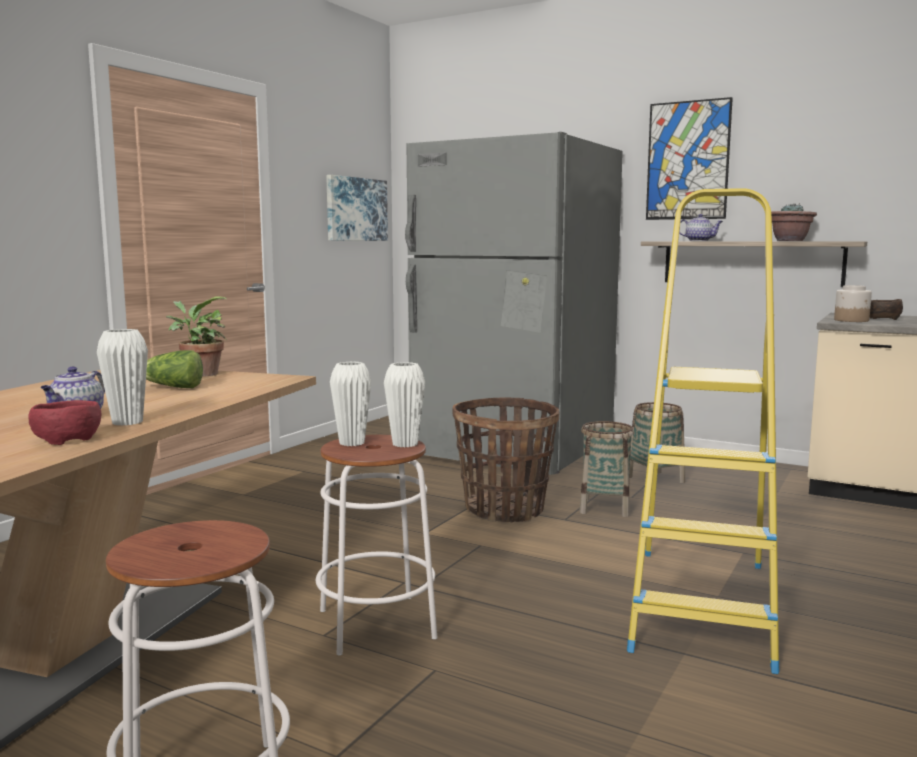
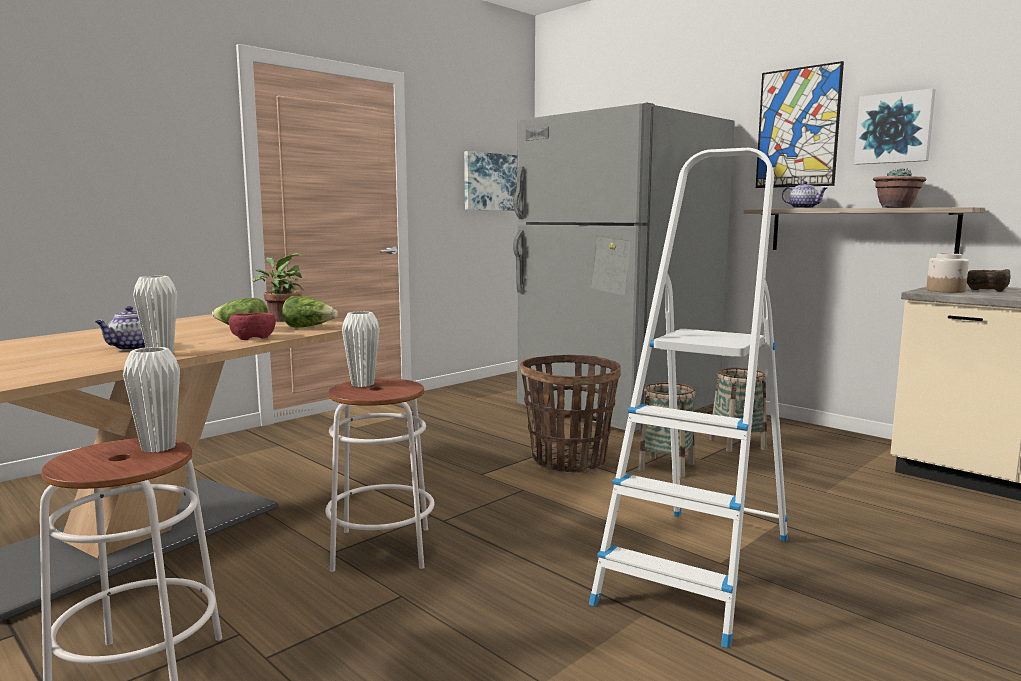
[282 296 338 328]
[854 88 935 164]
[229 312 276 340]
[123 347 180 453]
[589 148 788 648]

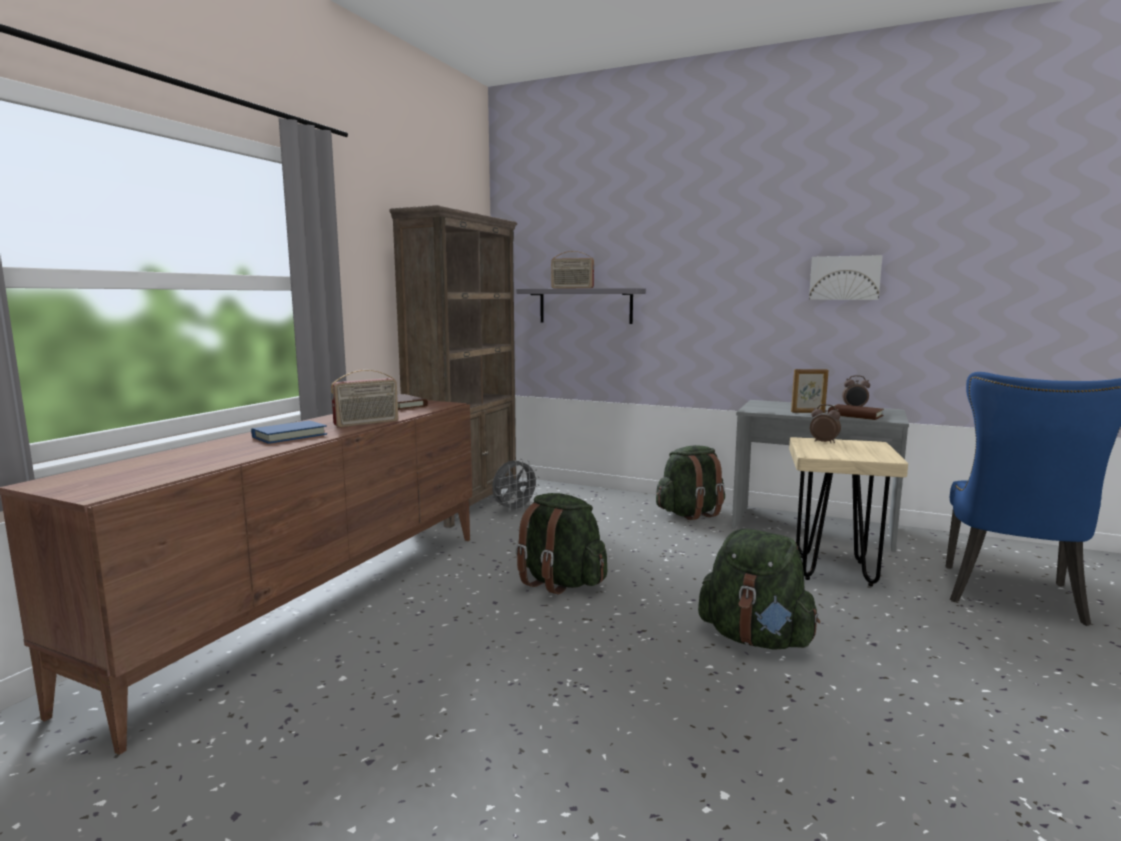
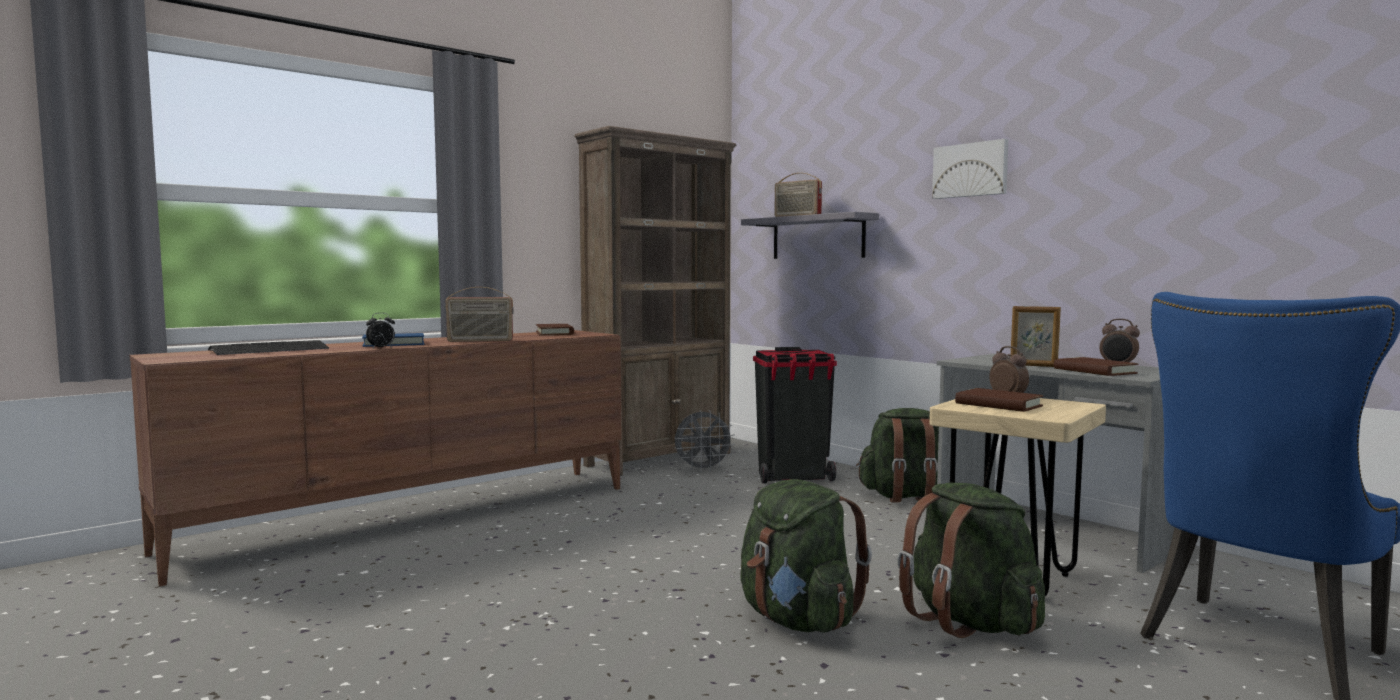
[208 340 329 355]
[366 313 395 348]
[753 347 837 484]
[955 388 1043 412]
[897 483 1045 638]
[932 139 1008 199]

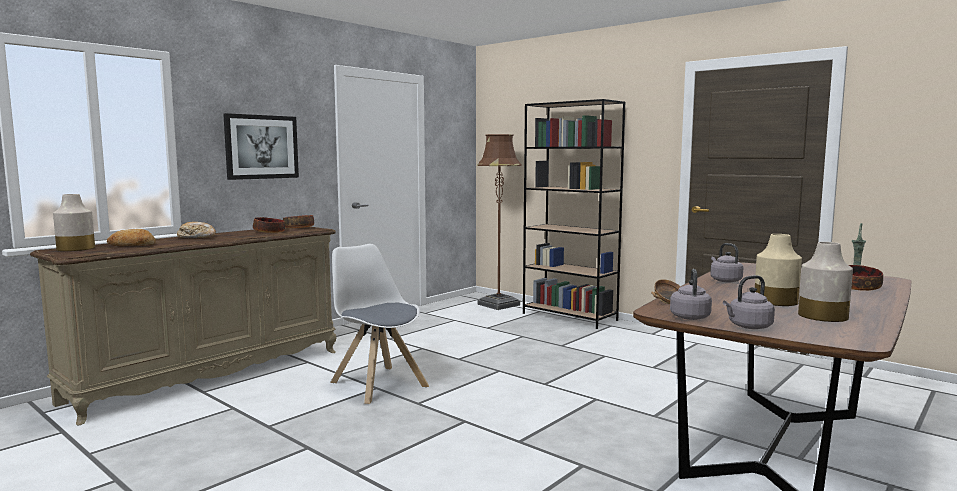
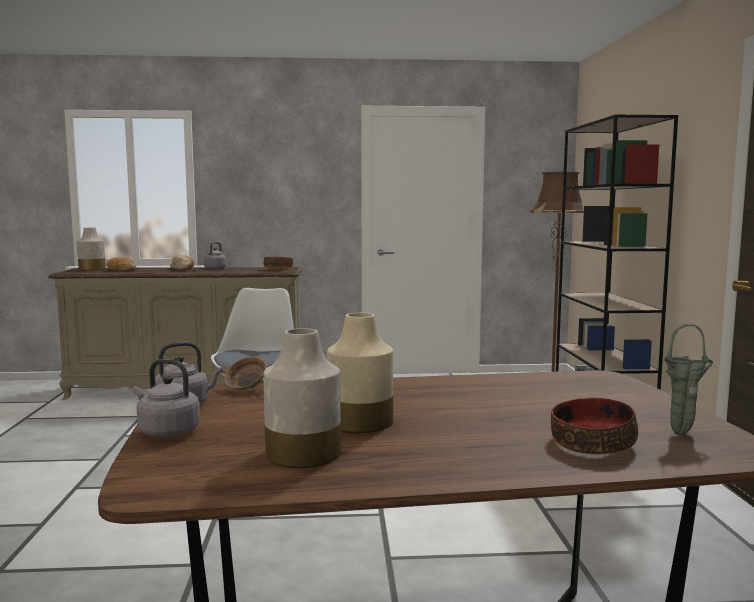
[223 113 299 180] (first image)
[253 217 285 233] (first image)
[204 242 228 269]

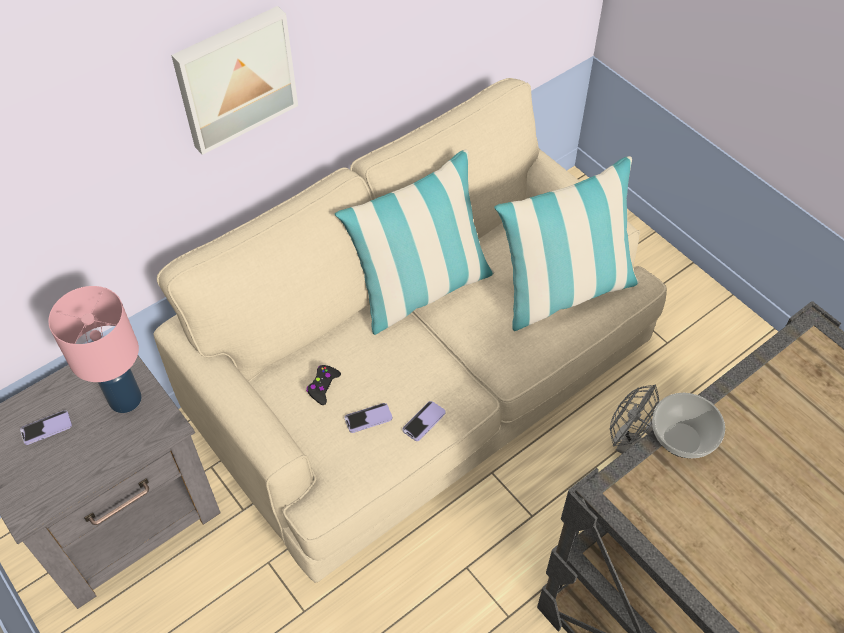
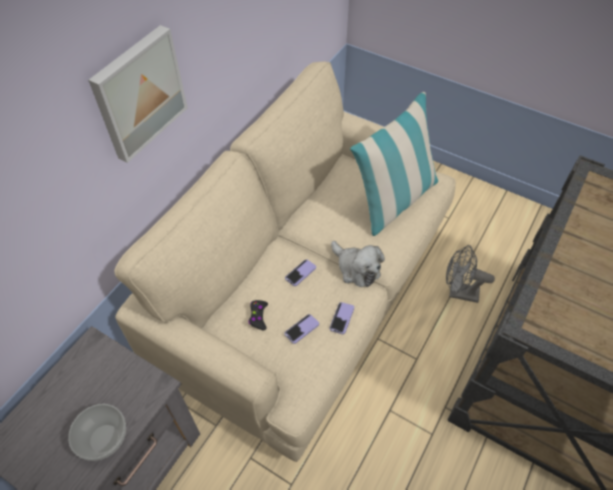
[48 286 142 413] (first image)
[335 150 494 335] (first image)
[331 241 385 287]
[285 259 316 286]
[68 404 126 461]

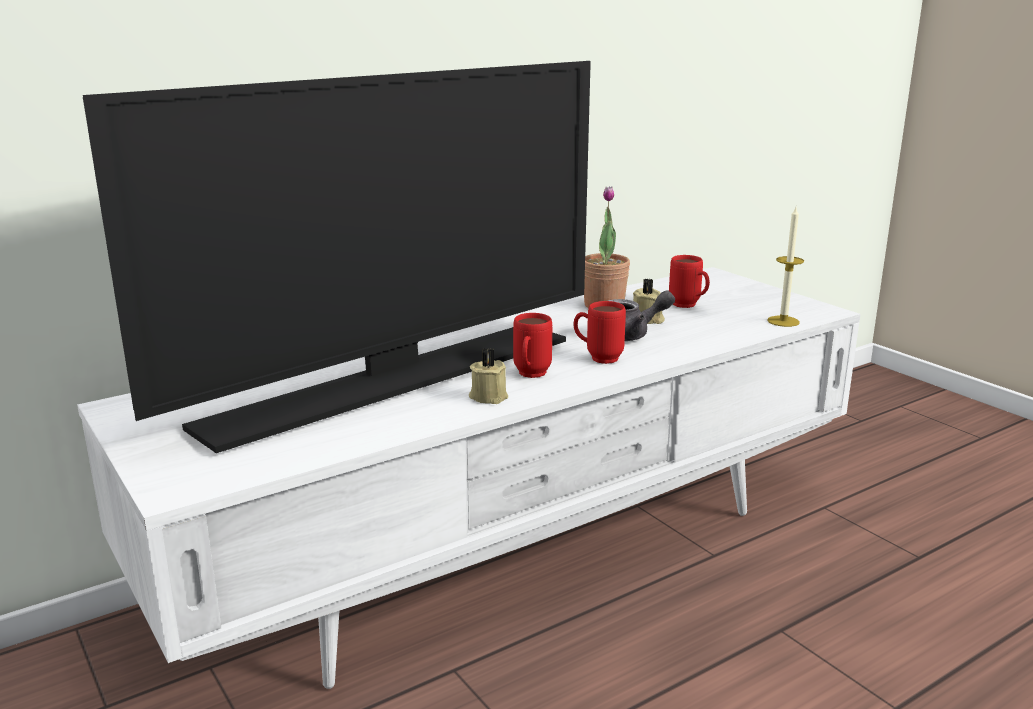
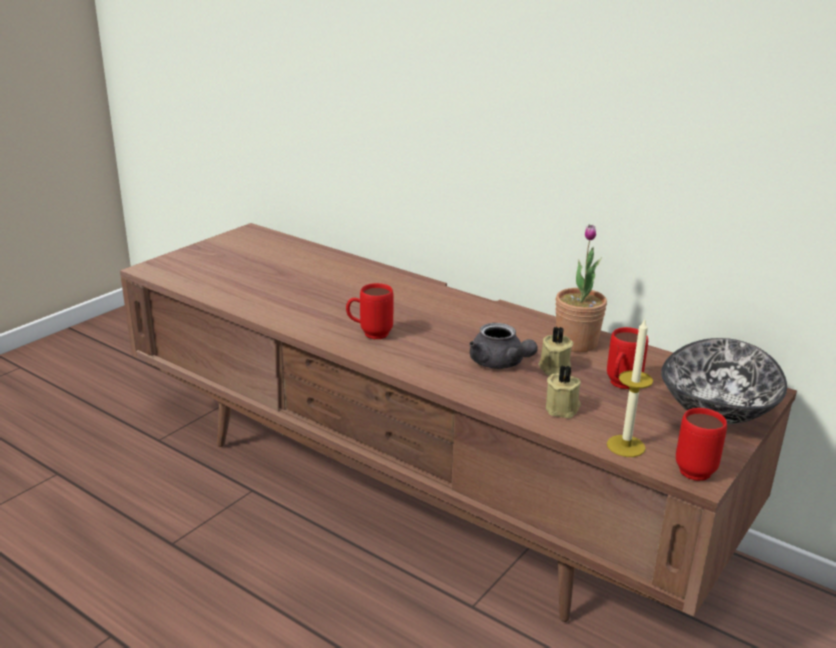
[83 61 591 453] (first image)
[661 338 787 424]
[546 365 581 418]
[676 408 727 481]
[120 223 797 622]

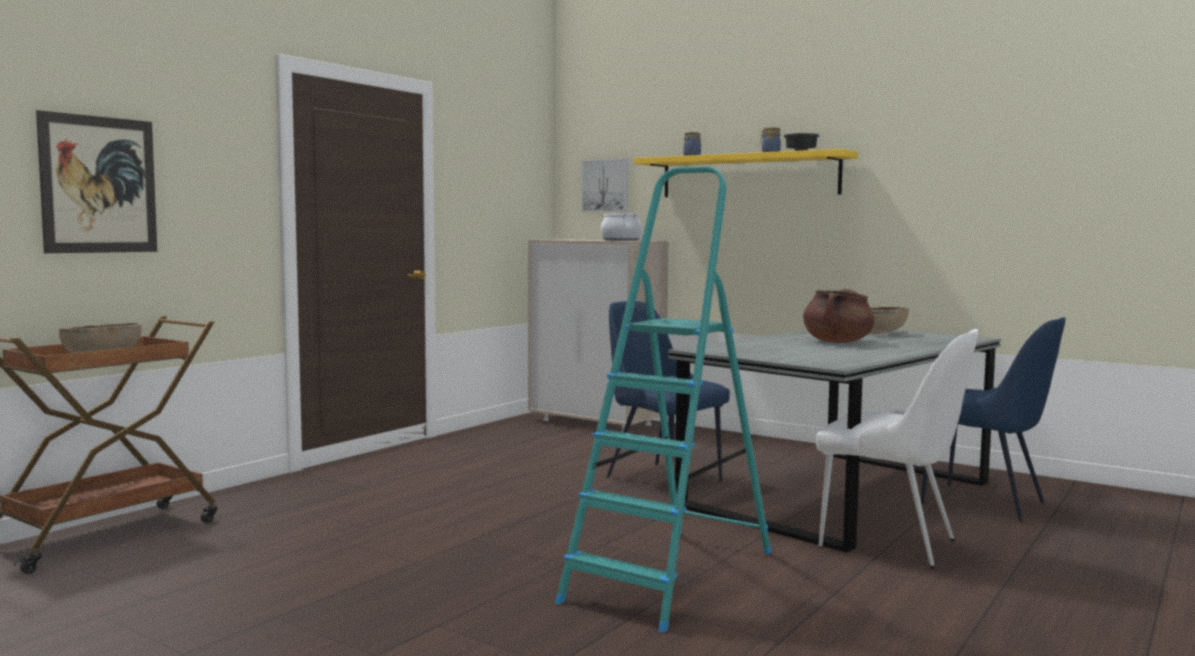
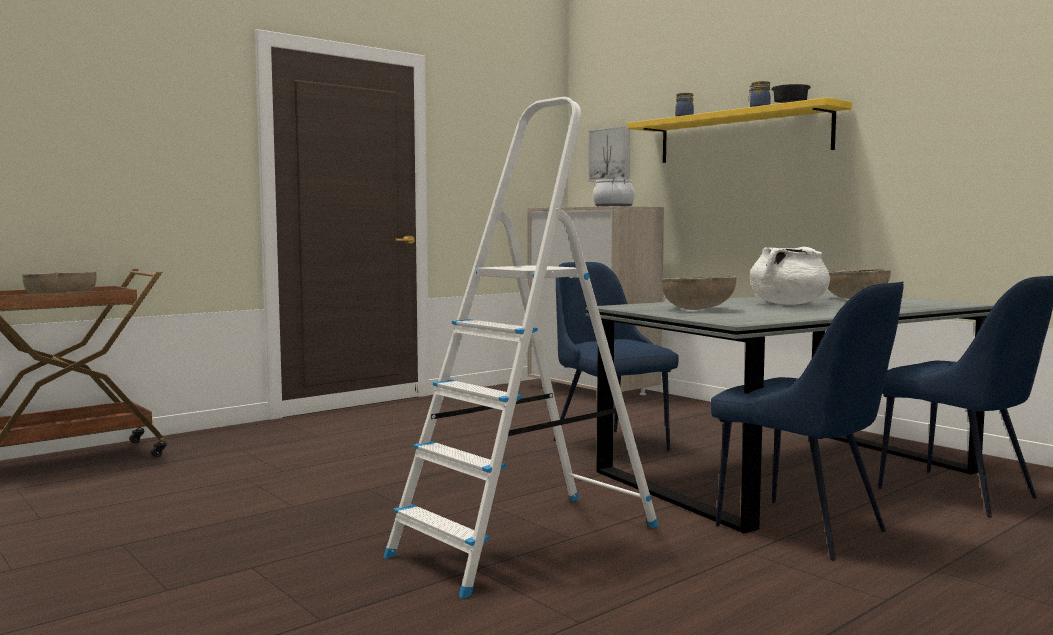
[36 110 157 253] (first image)
[662 276 737 310]
[383 97 659 599]
[750 247 830 305]
[711 282 904 561]

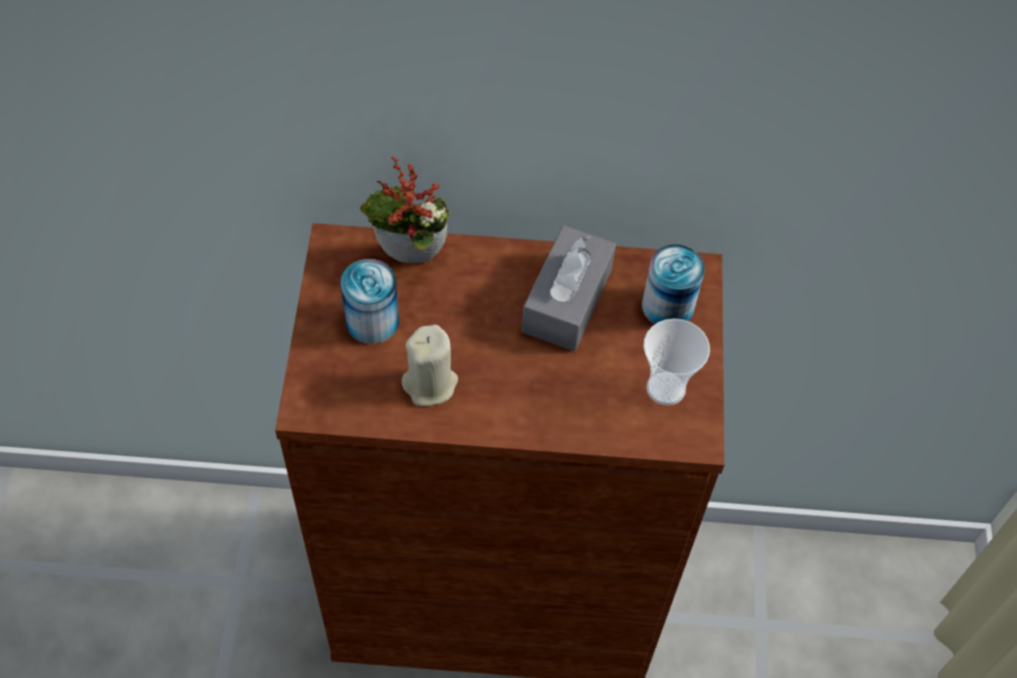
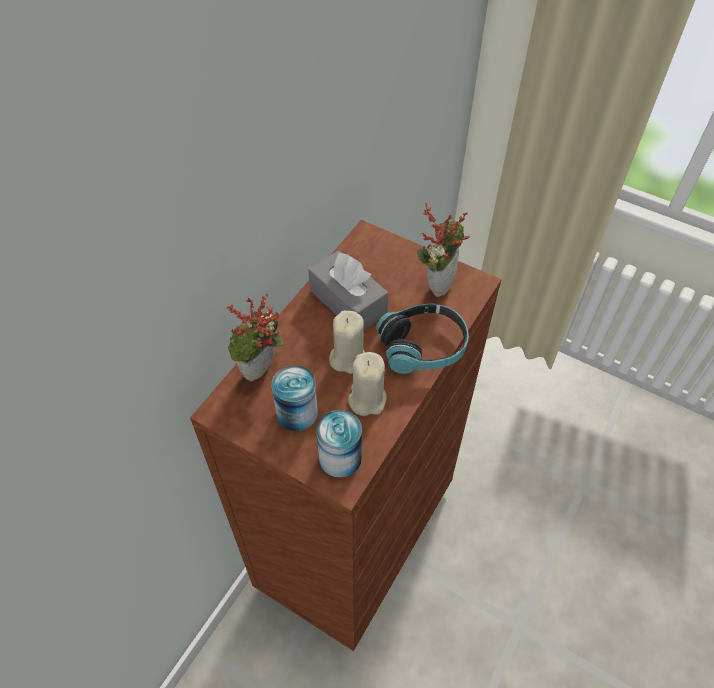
[329 311 366 374]
[376 303 469 374]
[316 410 362 478]
[417 203 470 297]

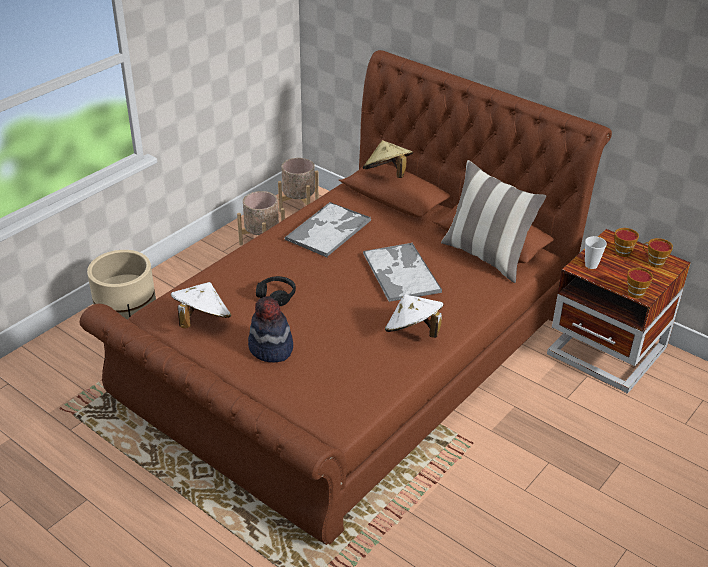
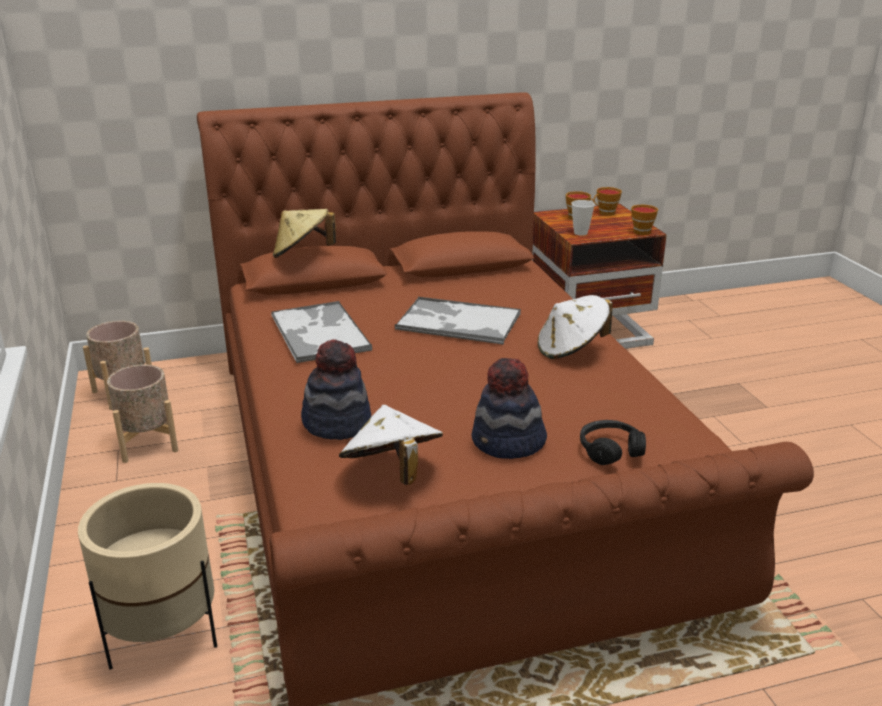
[441 160 546 283] (first image)
[301 339 371 440]
[580 420 646 465]

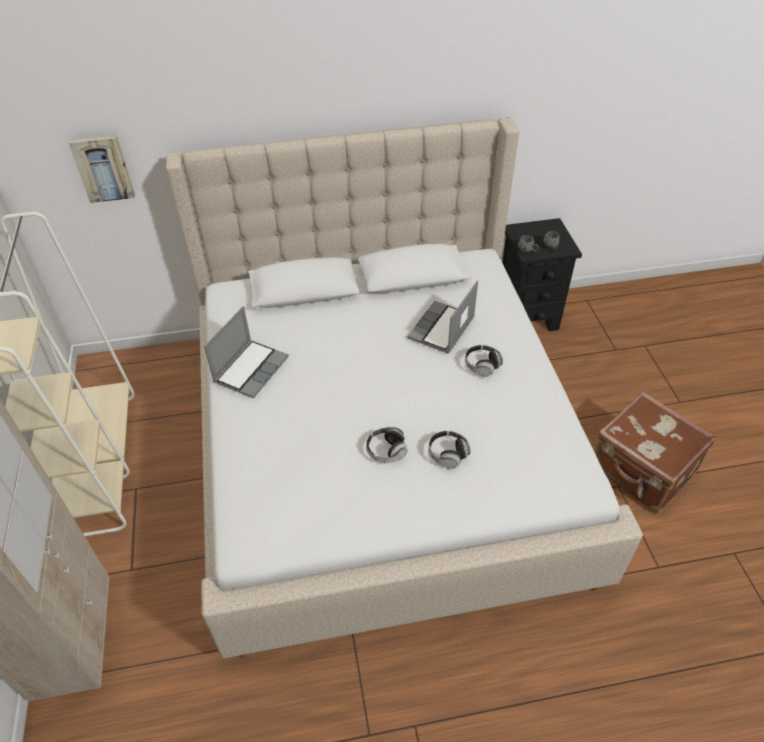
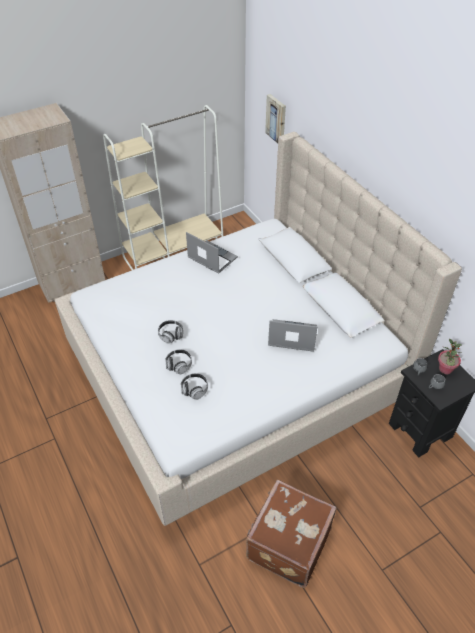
[438 339 462 374]
[181 373 208 400]
[186 232 238 274]

